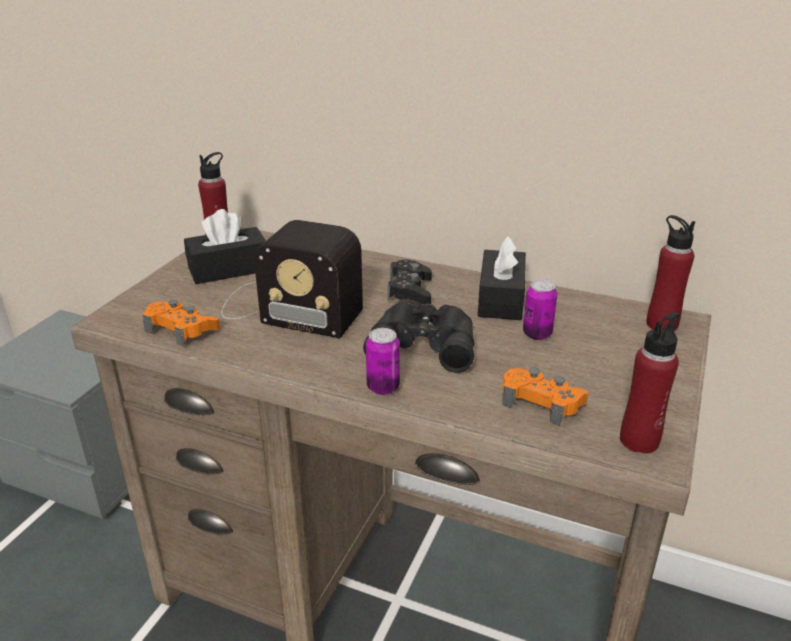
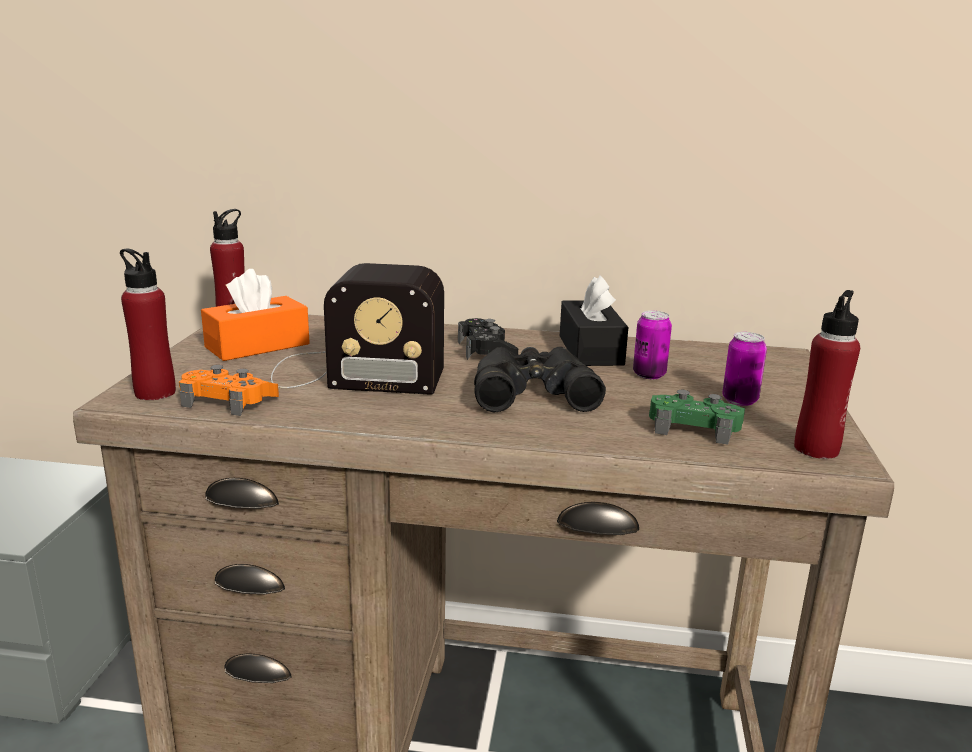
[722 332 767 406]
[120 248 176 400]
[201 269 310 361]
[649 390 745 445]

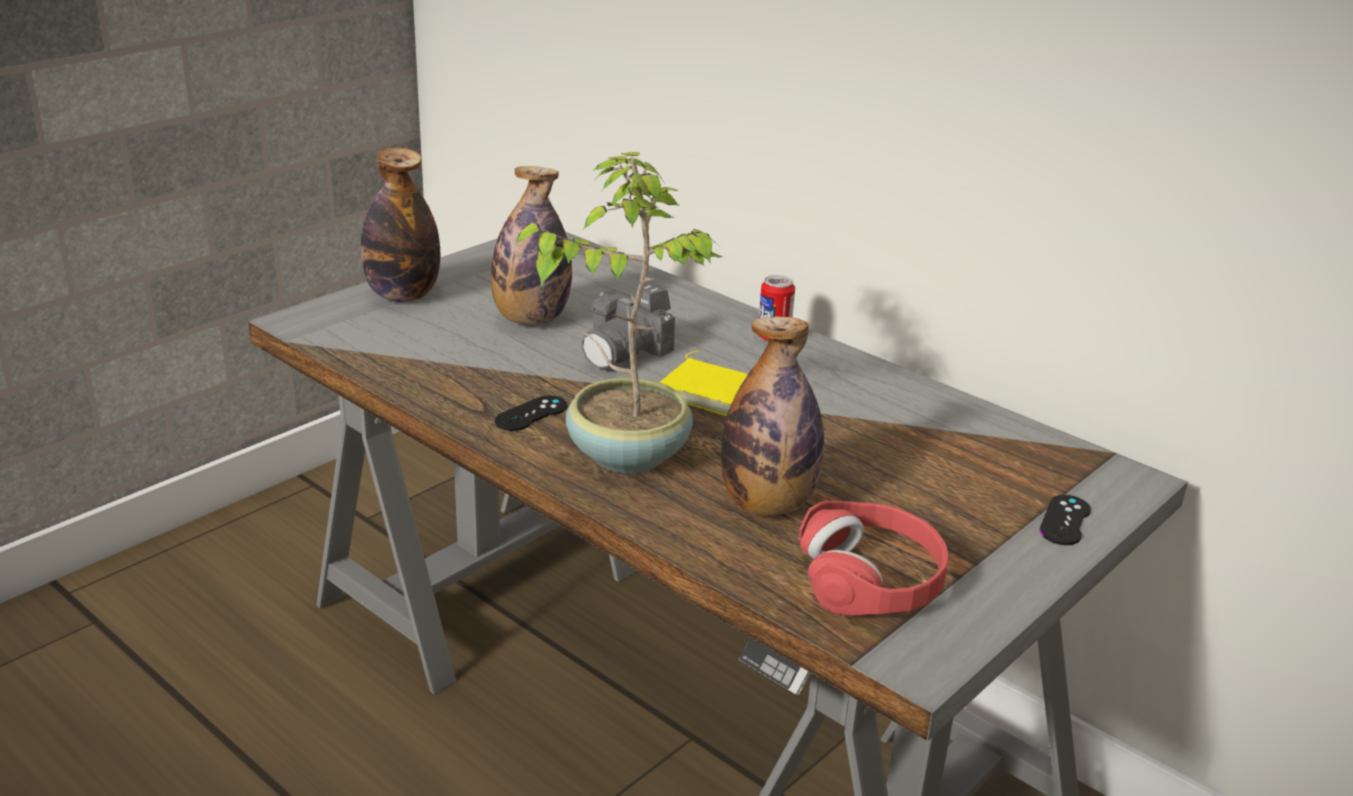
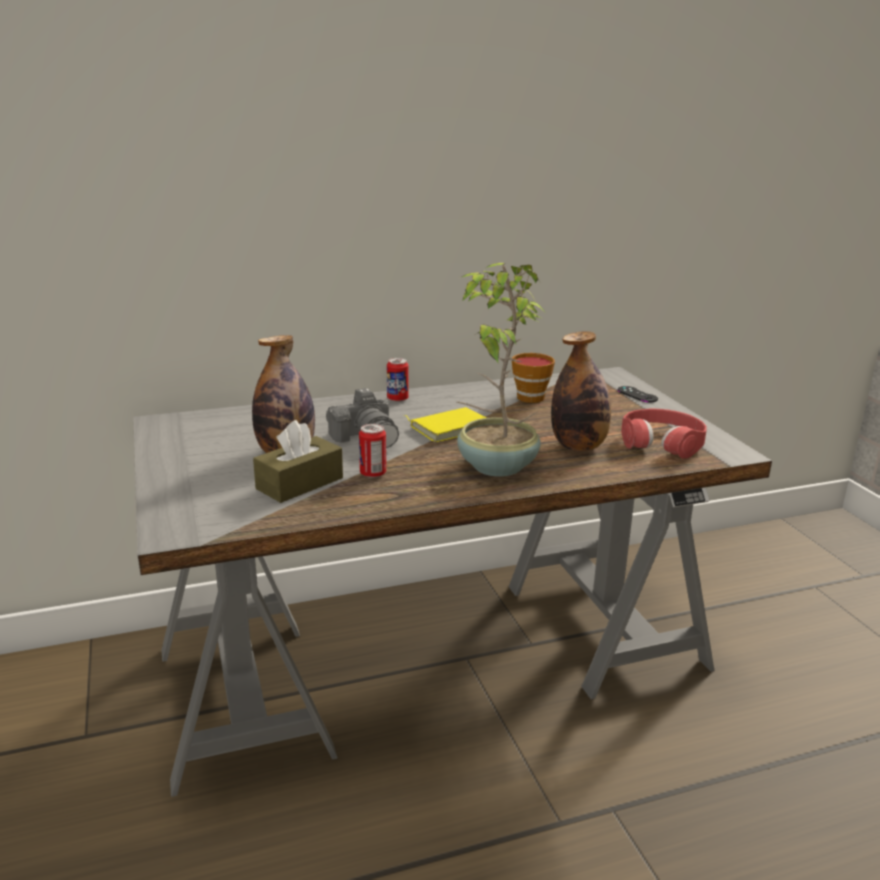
[360 148 440 302] (first image)
[495 396 567 431] (first image)
[253 420 343 503]
[359 424 386 478]
[512 353 555 403]

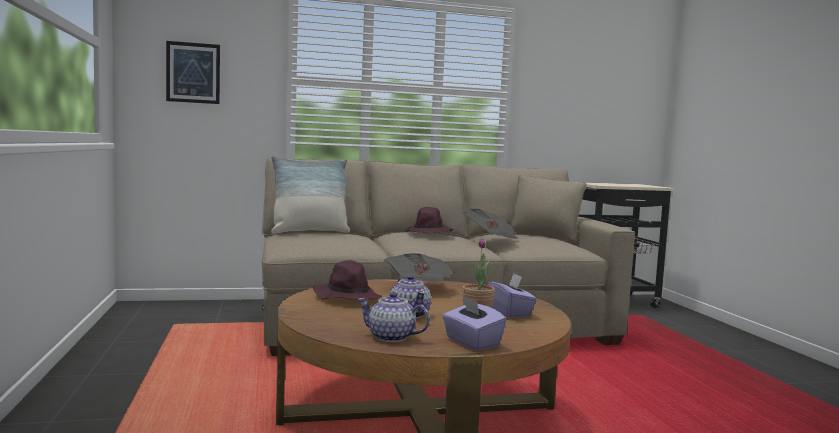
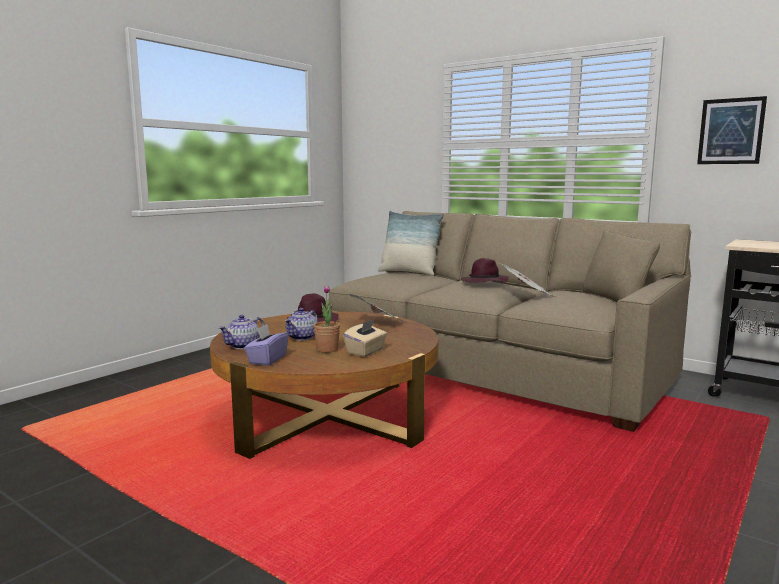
[697 96 767 164]
[343 319 387 357]
[219 315 264 349]

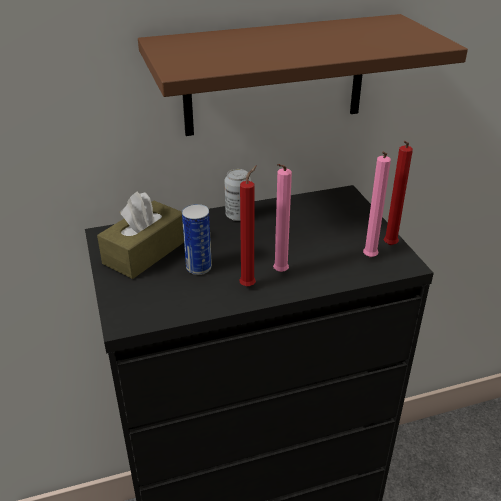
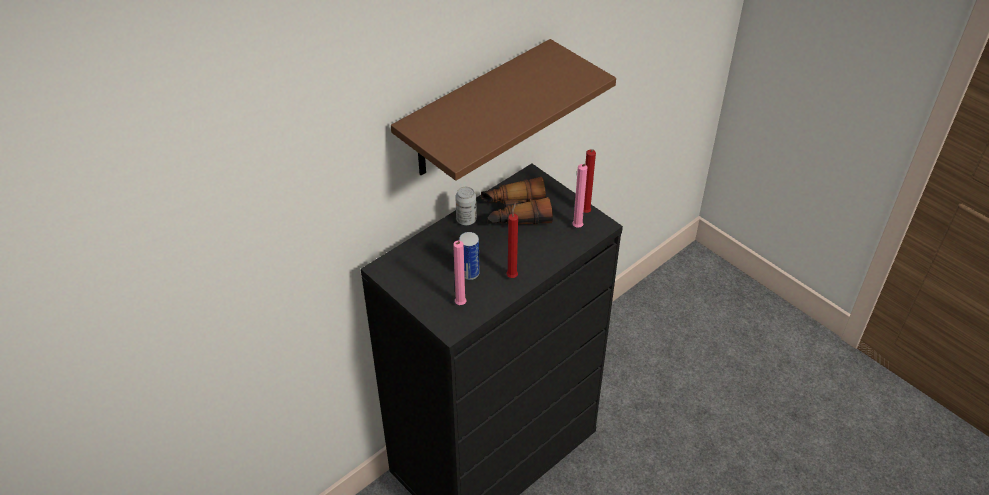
[97 191 184 279] (first image)
[481 177 553 224]
[453 241 466 305]

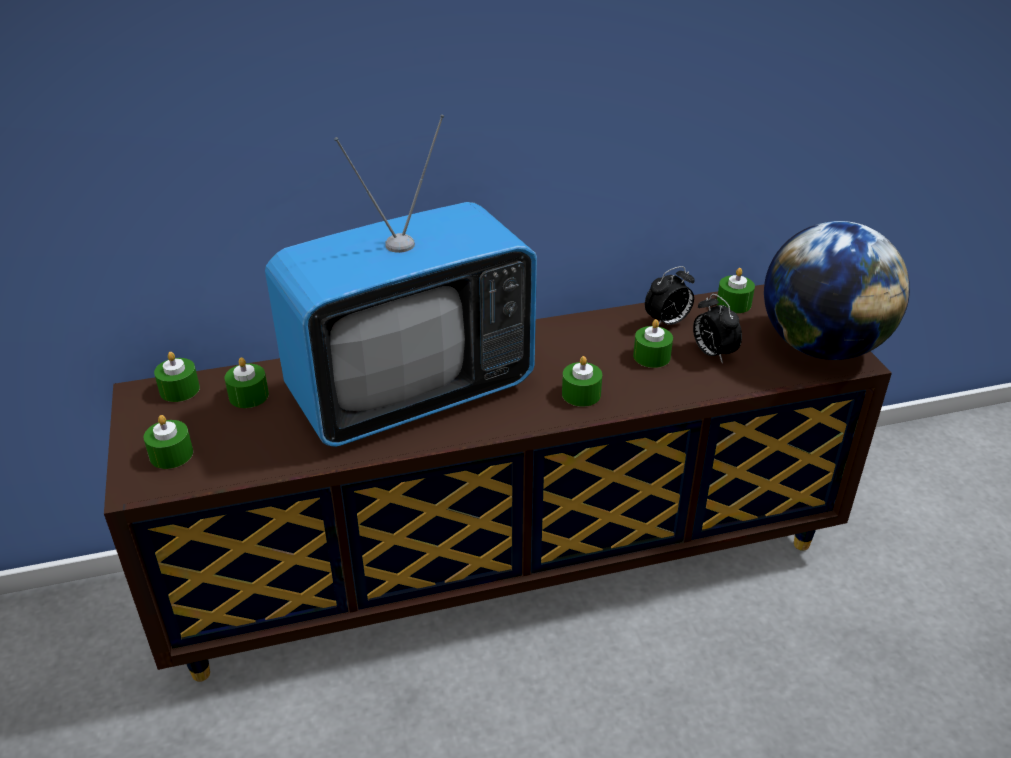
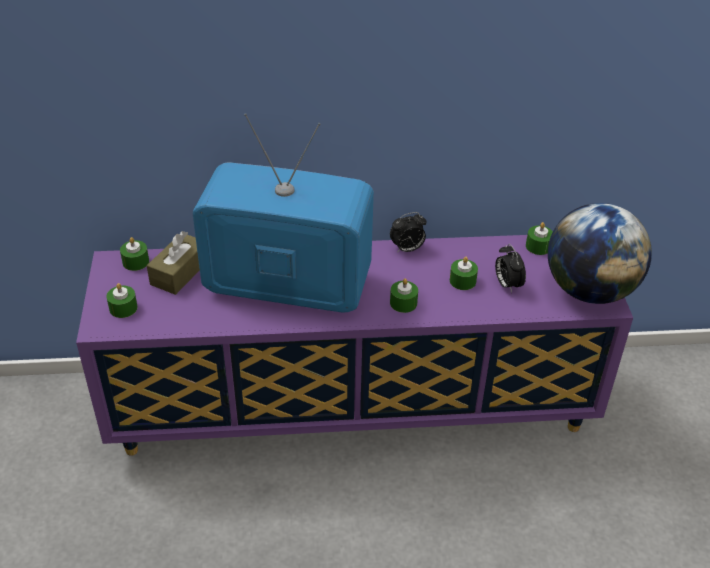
[390 212 426 253]
[147 231 200 295]
[76 235 633 456]
[193 113 374 313]

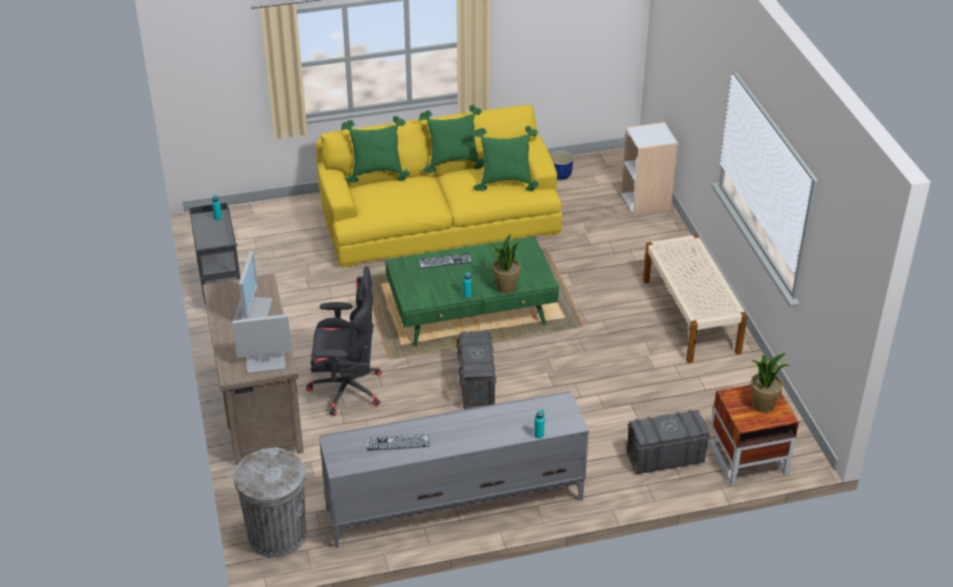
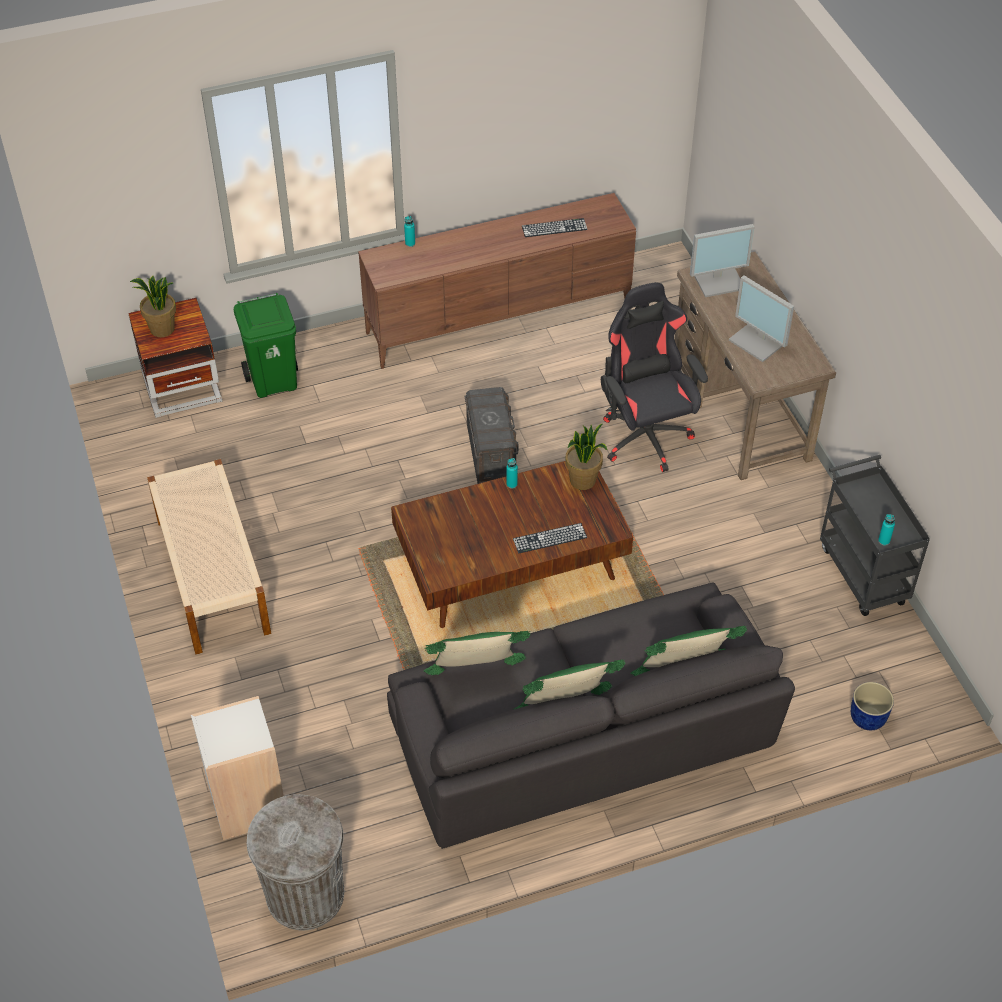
[247 794 344 930]
[565 424 607 490]
[851 682 894 730]
[234 293 298 398]
[387 583 795 849]
[358 193 636 369]
[391 461 633 628]
[729 275 794 362]
[601 282 708 472]

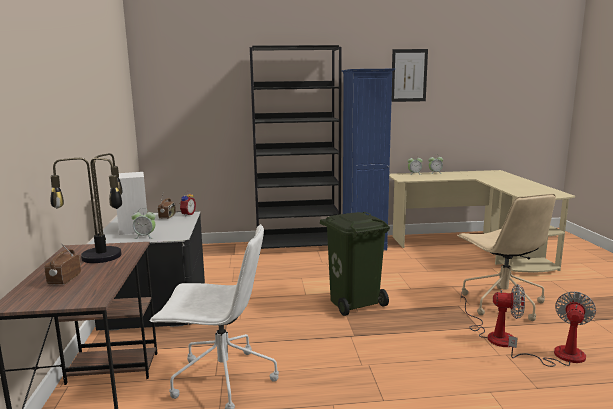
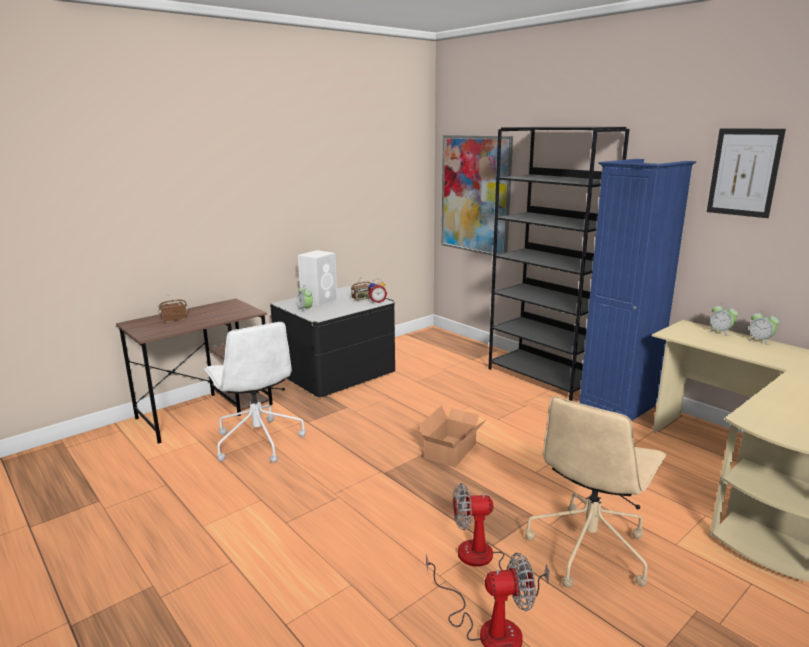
[51 153 122 263] (first image)
[442 135 513 256]
[419 405 487 467]
[453 483 549 598]

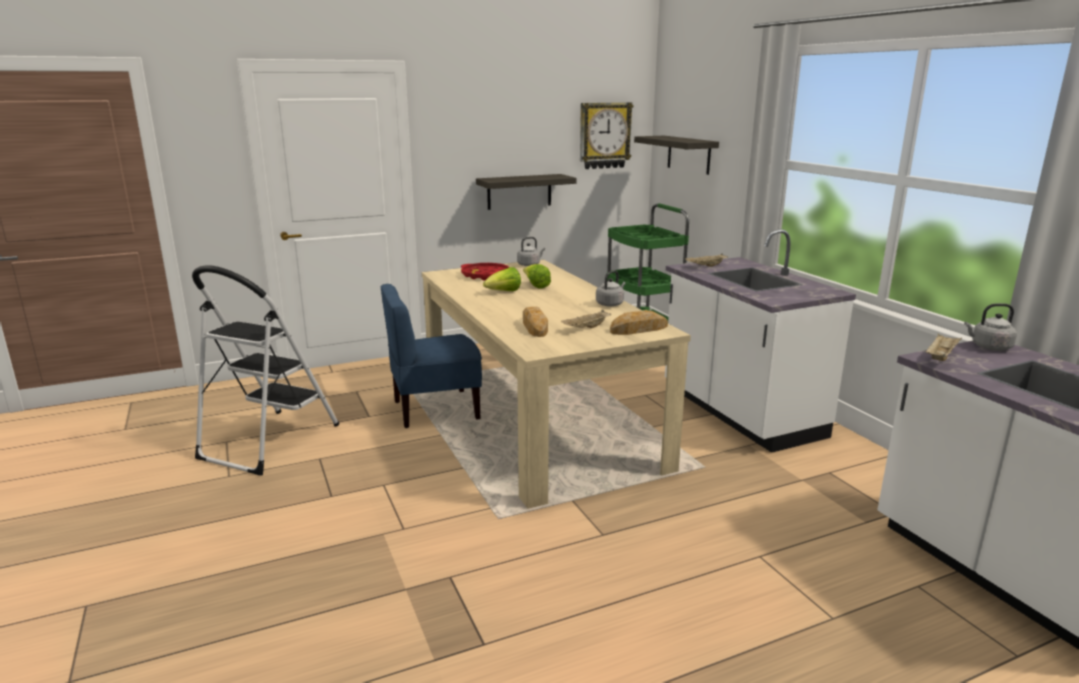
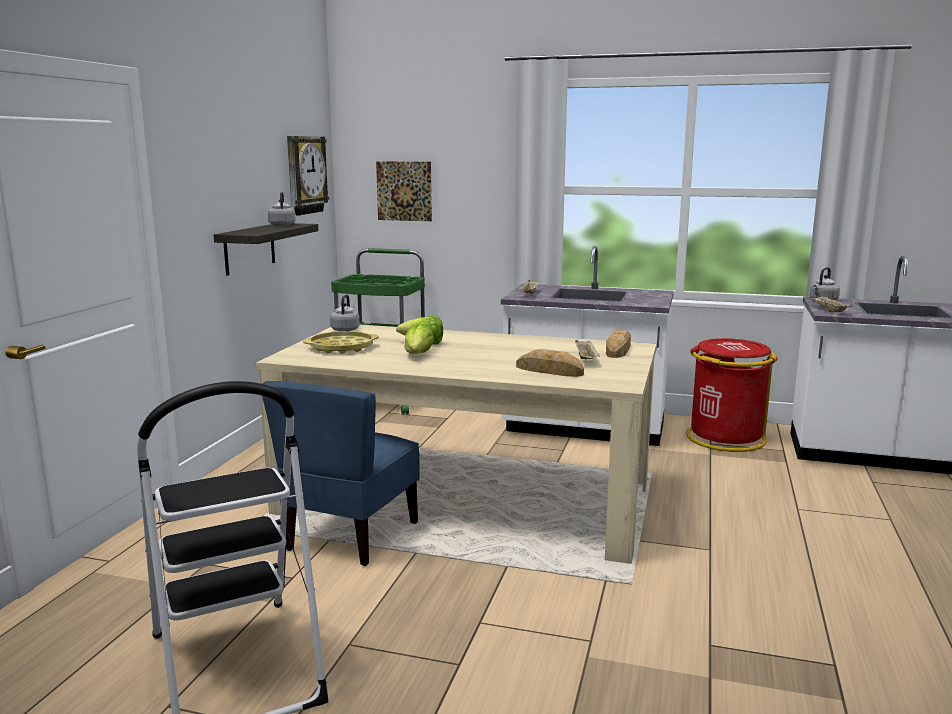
[686 338 778 452]
[268 192 296 226]
[376 161 432 221]
[303 331 379 354]

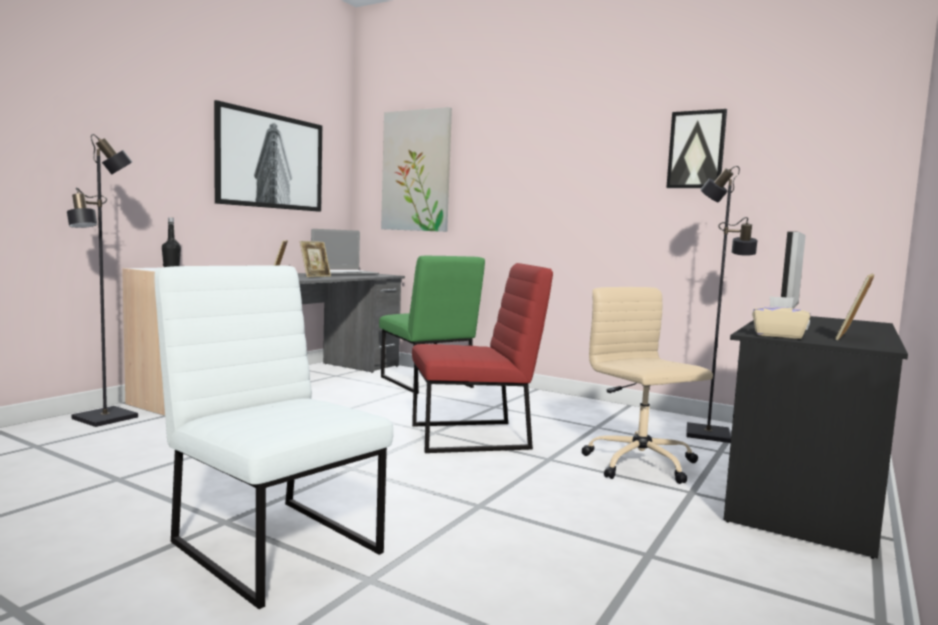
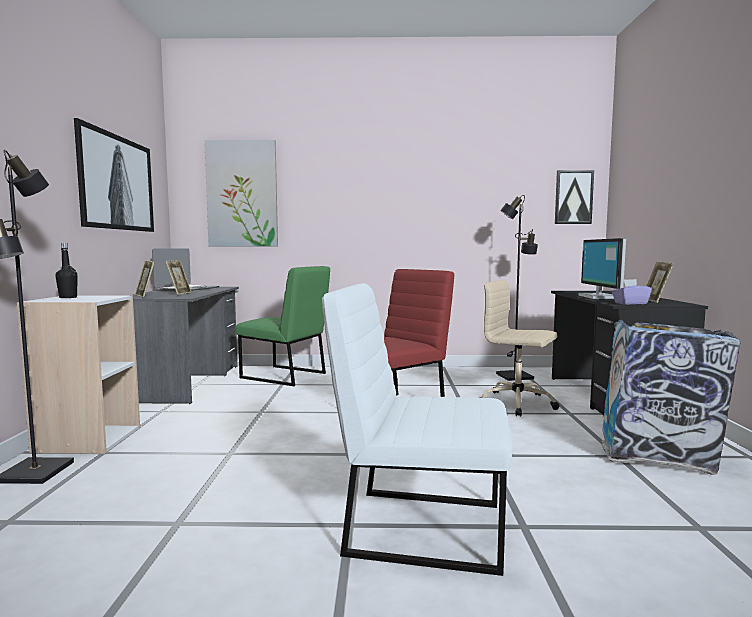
[602 320 740 475]
[555 170 594 224]
[612 279 652 305]

